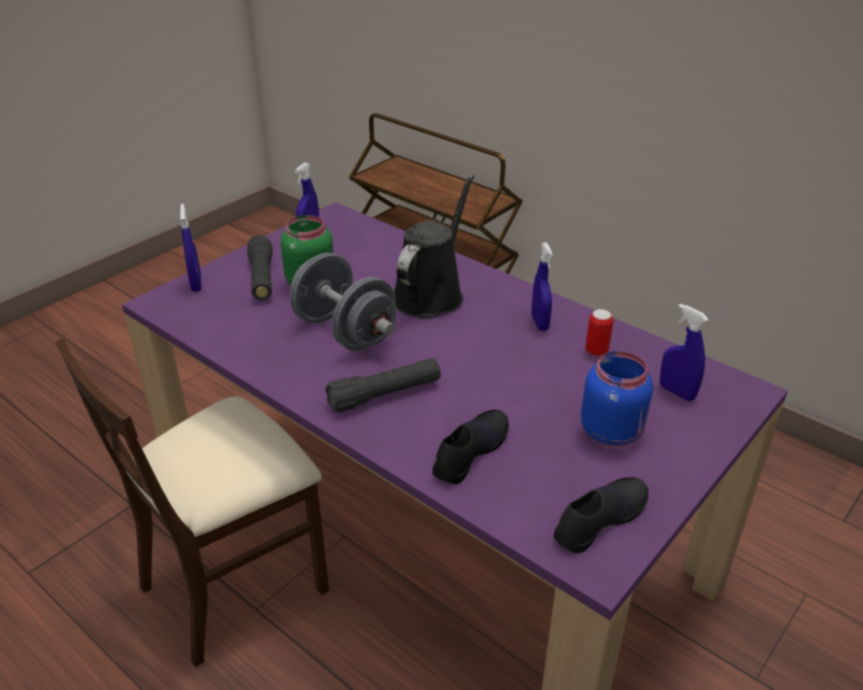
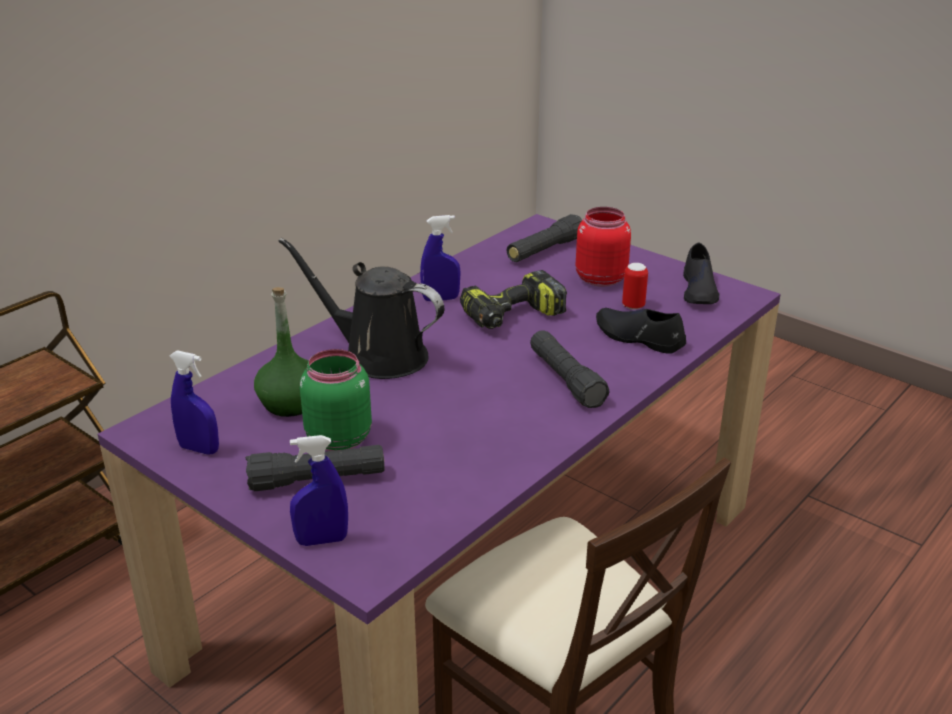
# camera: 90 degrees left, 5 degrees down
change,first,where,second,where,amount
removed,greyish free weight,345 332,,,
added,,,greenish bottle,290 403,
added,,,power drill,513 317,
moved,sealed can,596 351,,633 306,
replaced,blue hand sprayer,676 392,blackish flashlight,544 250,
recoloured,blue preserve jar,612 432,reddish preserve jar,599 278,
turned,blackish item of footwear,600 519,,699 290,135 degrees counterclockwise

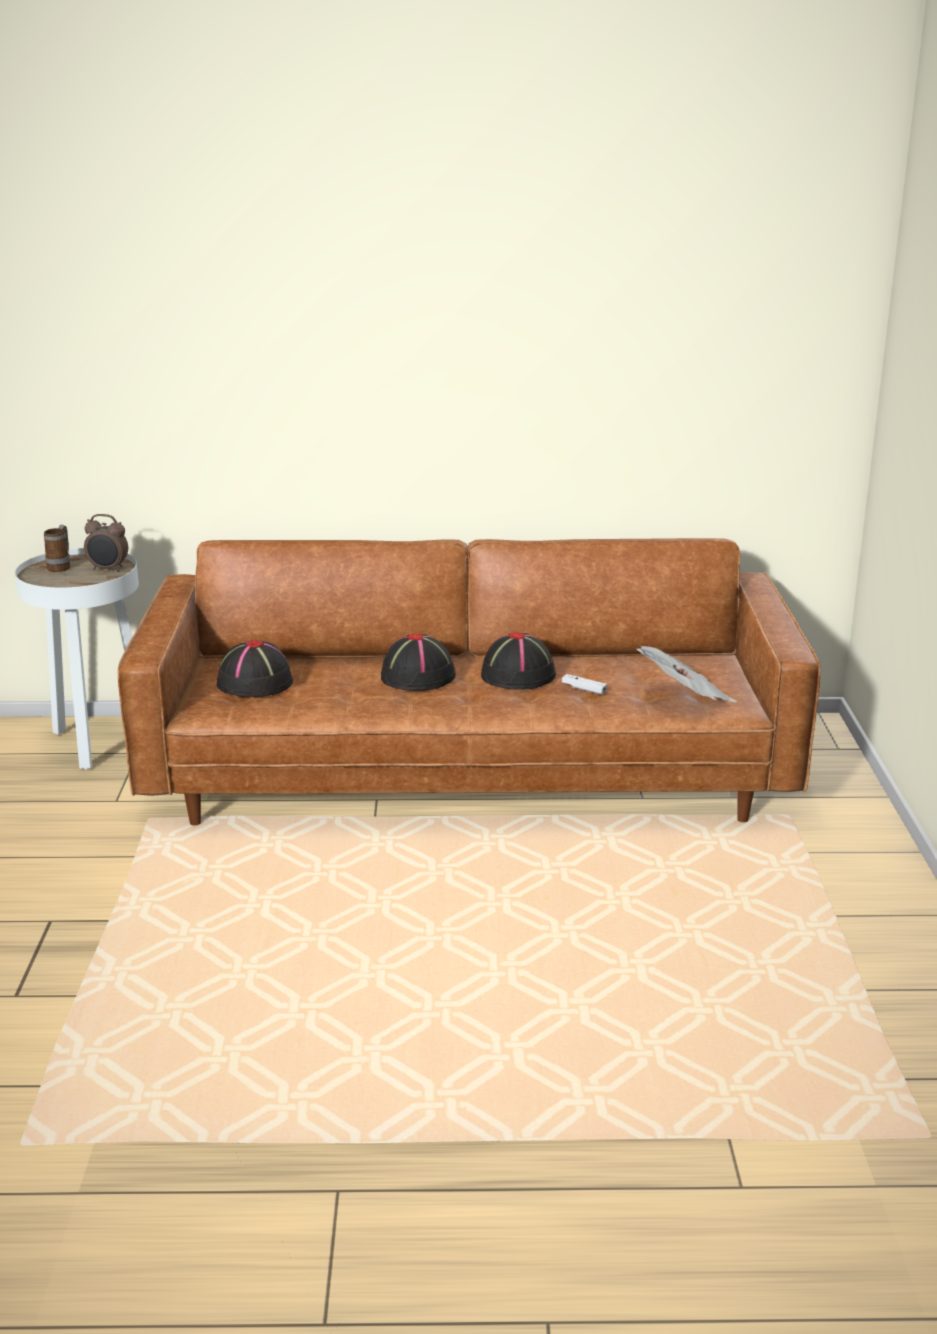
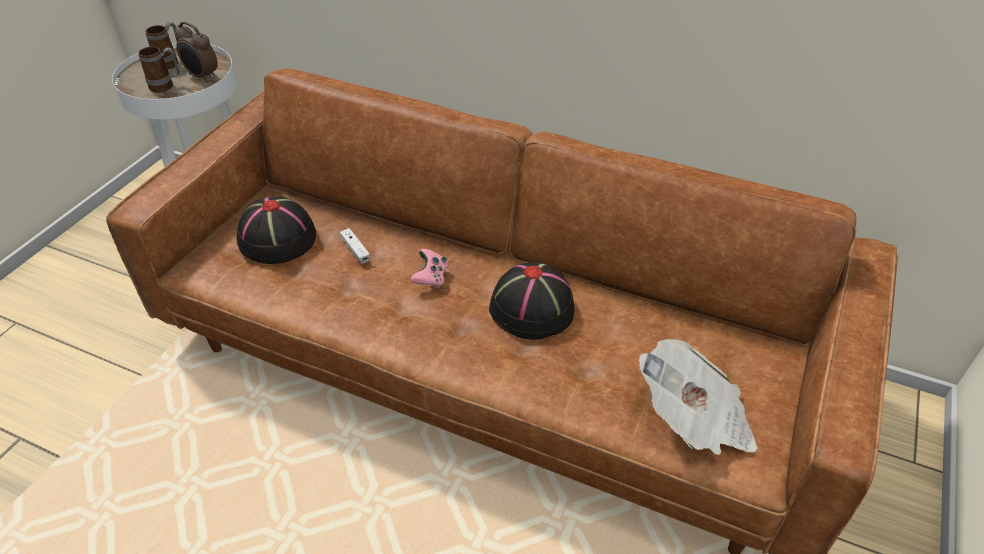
# camera: 25 degrees right, 20 degrees up
change,first,where,second,where,amount
added,,,tea mug,166 86,
moved,whitish joypad,584 689,,355 250,
replaced,blackish clothing hat,418 676,pinkish joypad,431 278,

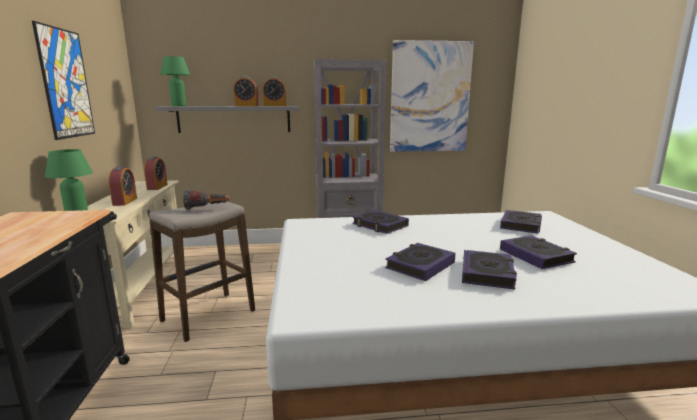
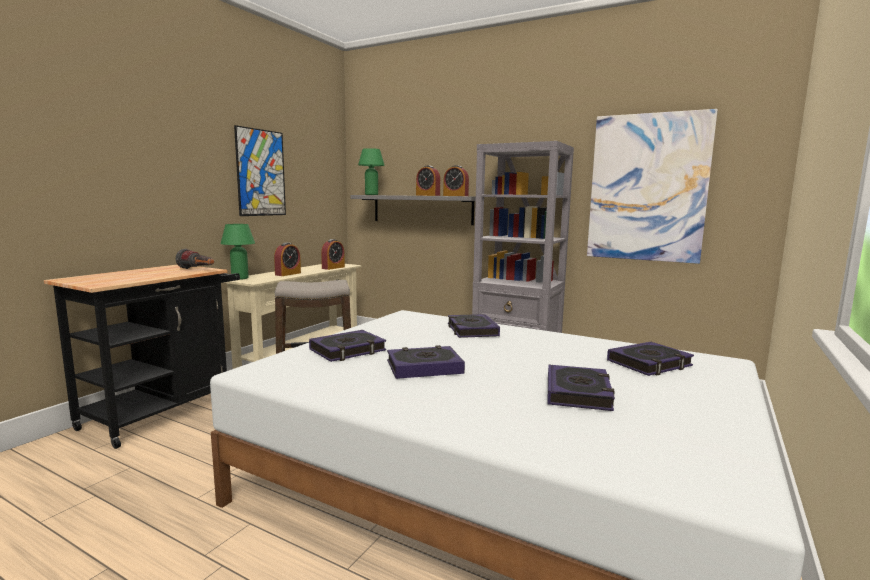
# camera: 35 degrees right, 5 degrees down
change,first,where,second,where,amount
moved,flashlight,207 208,,198 270,
moved,book,487 274,,348 350,

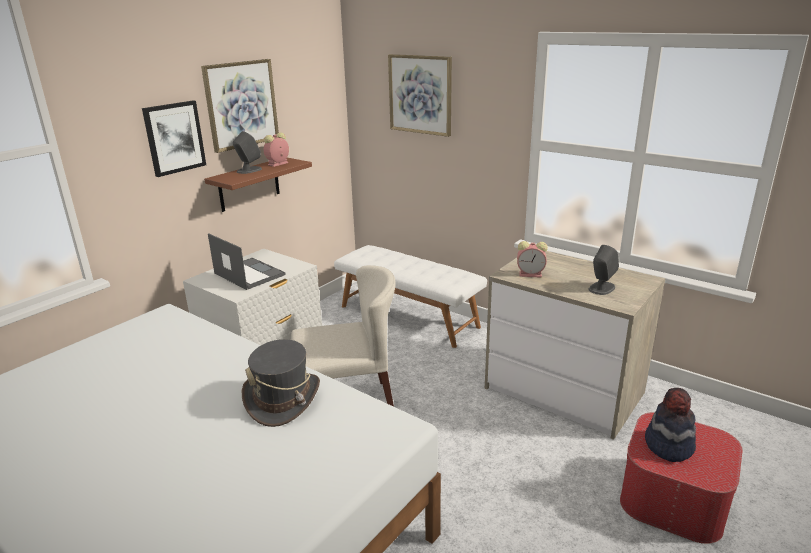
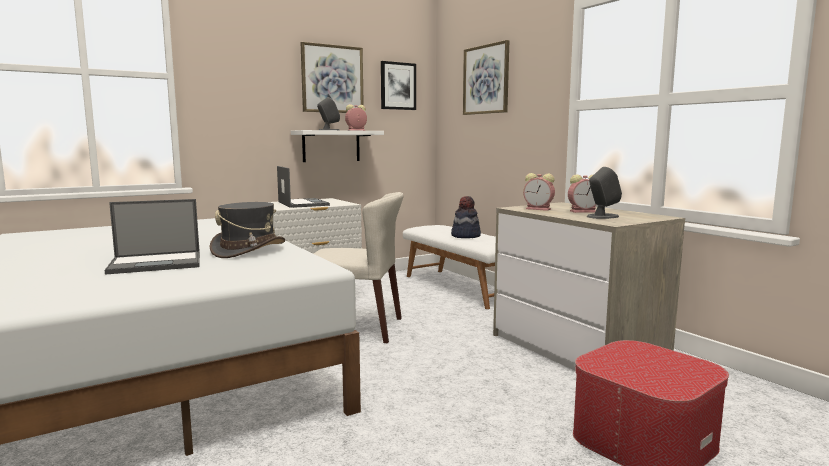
# camera: 20 degrees right, 15 degrees down
change,first,where,second,where,amount
added,,,portable computer,157 263,
added,,,table clock,584 211,
moved,picture,174 138,,398 86,
moved,clothing hat,668 445,,465 236,
recoloured,brownish bracket shelf,249 184,whitish bracket shelf,331 146,

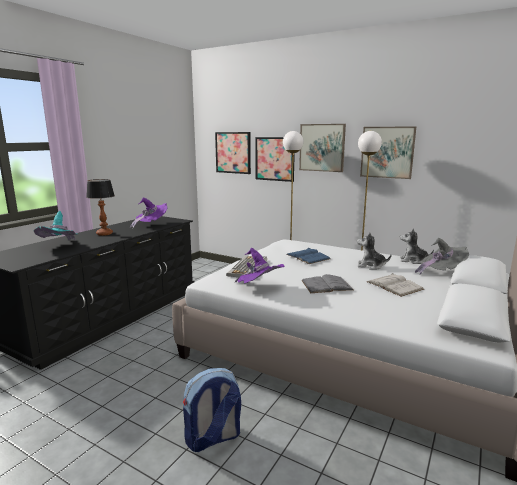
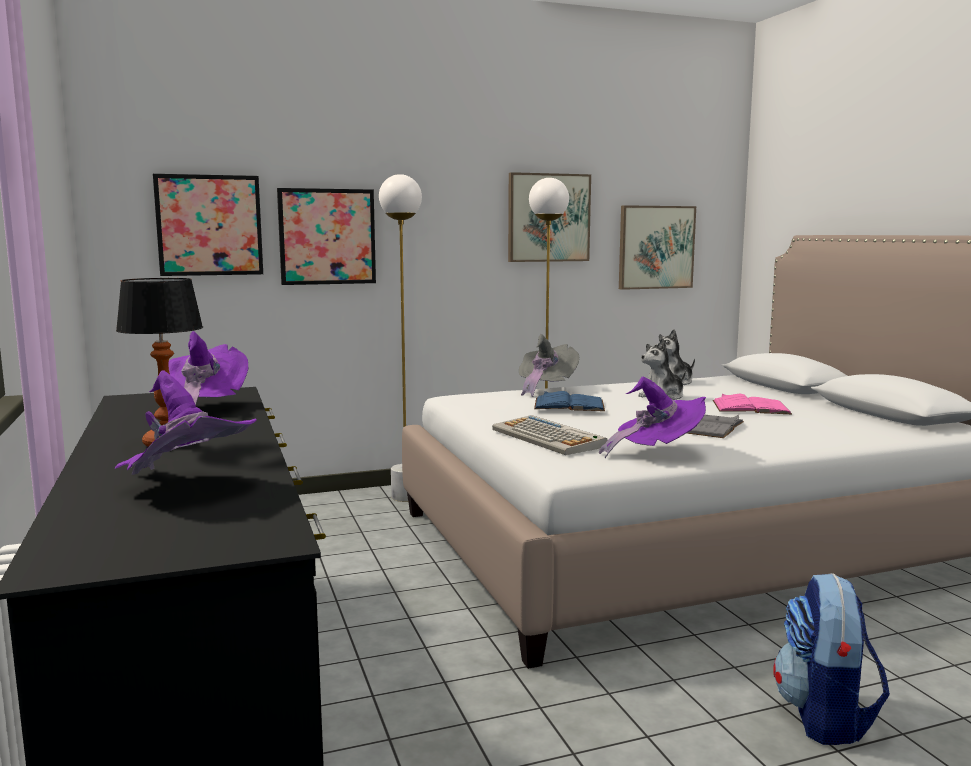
# camera: 50 degrees left, 5 degrees down
change,first,where,second,where,amount
moved,picture,322 147,,656 247,
moved,greyish clothing hat,441 272,,545 388,
recoloured,turquoise-coloured clothing hat,61 247,purple-coloured clothing hat,187 487,
recoloured,whitish book,394 285,pinkish book,750 407,

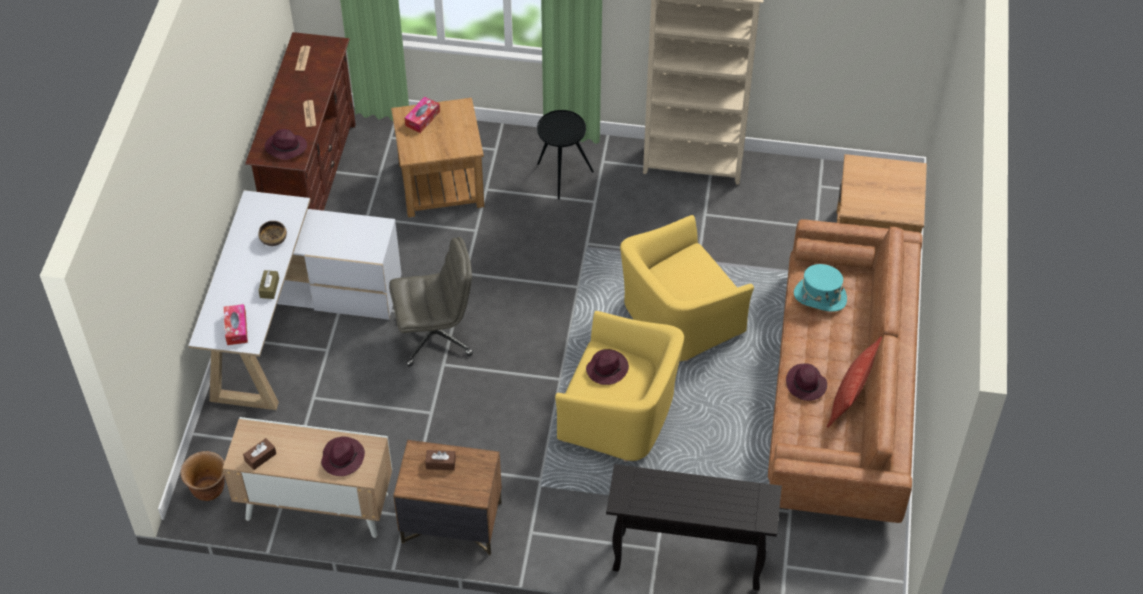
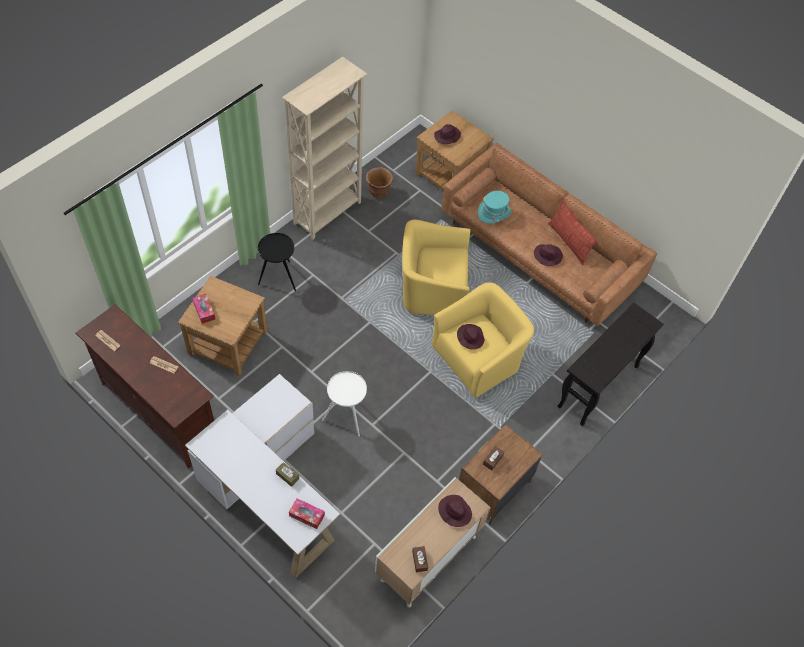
# camera: 60 degrees left, 5 degrees up
change,first,where,second,where,amount
removed,deep dish,274 239,,,
moved,brownish planter,208 489,,378 192,
moved,purple-coloured clothing hat,285 147,,447 137,
replaced,greyish desk chair,435 335,whitish end table,346 416,
turned,yellow-coloured armchair,679 318,,432 288,90 degrees clockwise

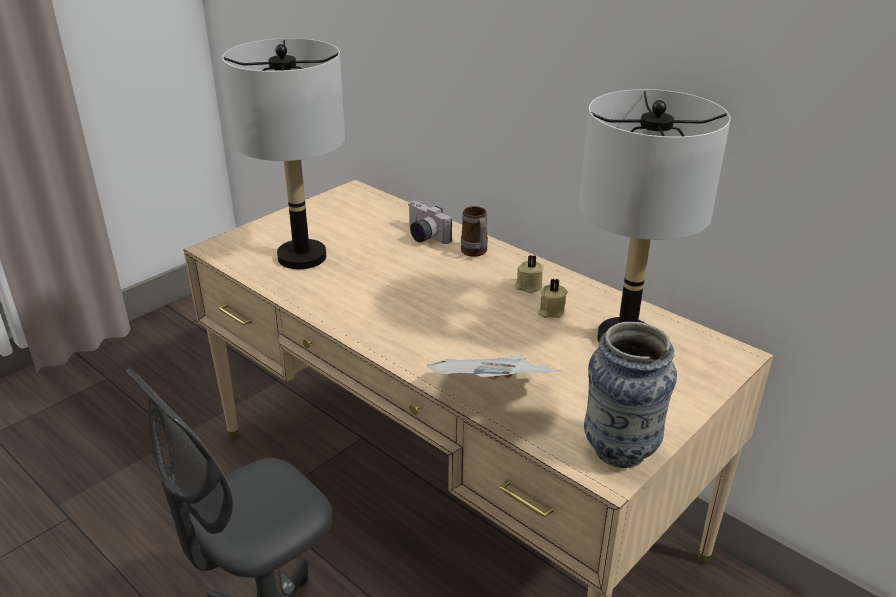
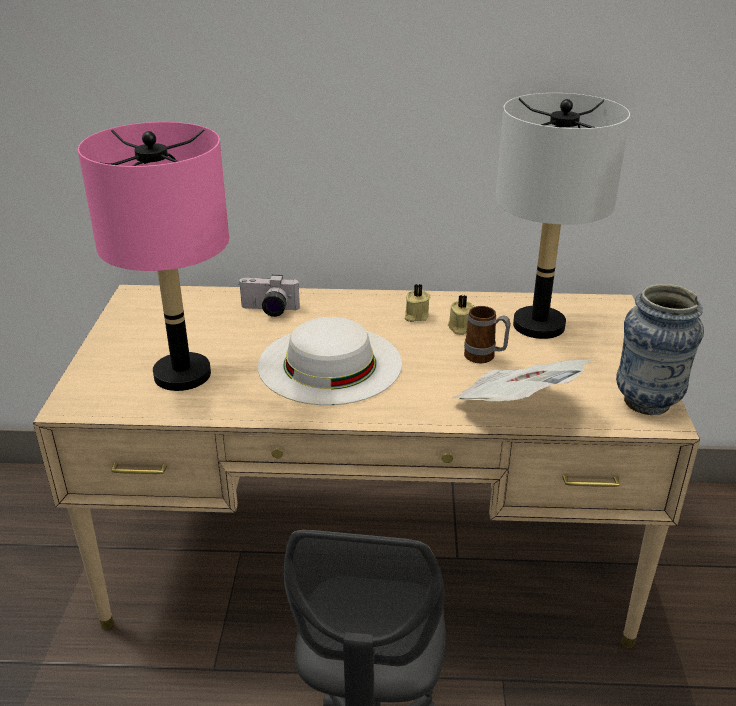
# camera: 40 degrees left, 0 degrees up
change,first,where,second,where,amount
added,,,whitish clothing hat,330 364,
moved,tea mug,475 253,,485 358,
recoloured,greyish tabletop lamp,302 258,pinkish tabletop lamp,183 375,

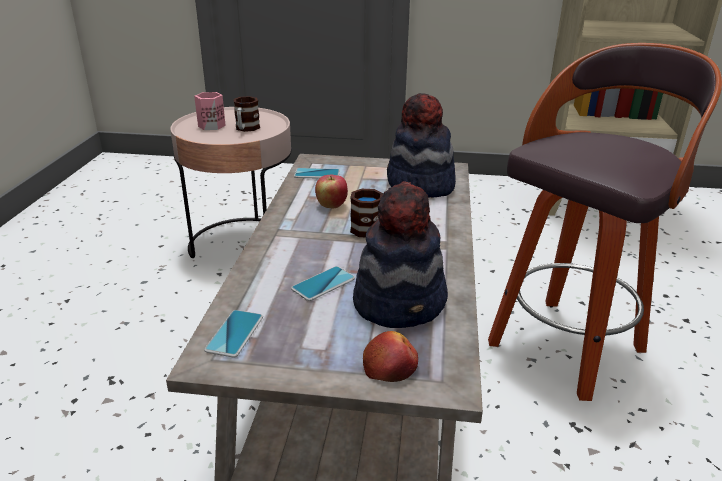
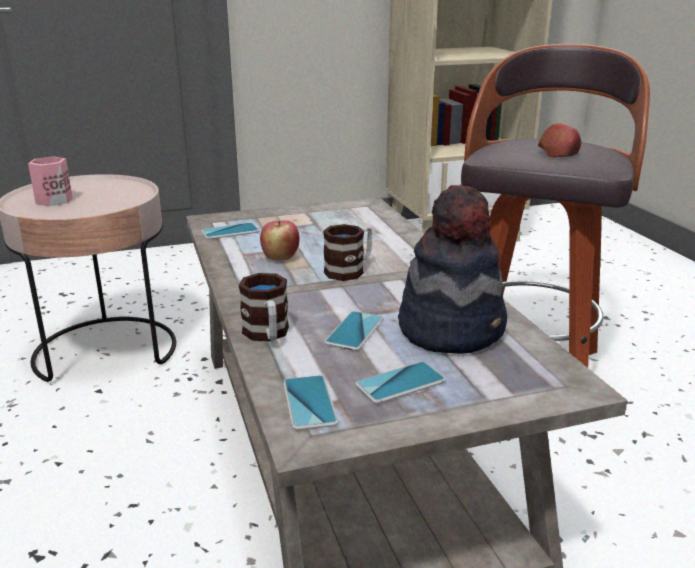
# camera: 25 degrees left, 5 degrees down
change,first,where,second,where,amount
removed,clothing hat,420 185,,,
added,,,handset,400 383,
moved,tea mug,246 129,,267 335,
moved,apple,390 366,,558 153,

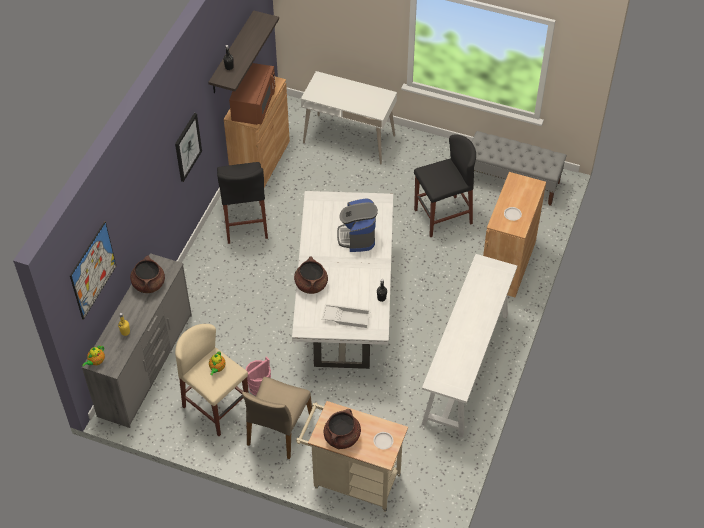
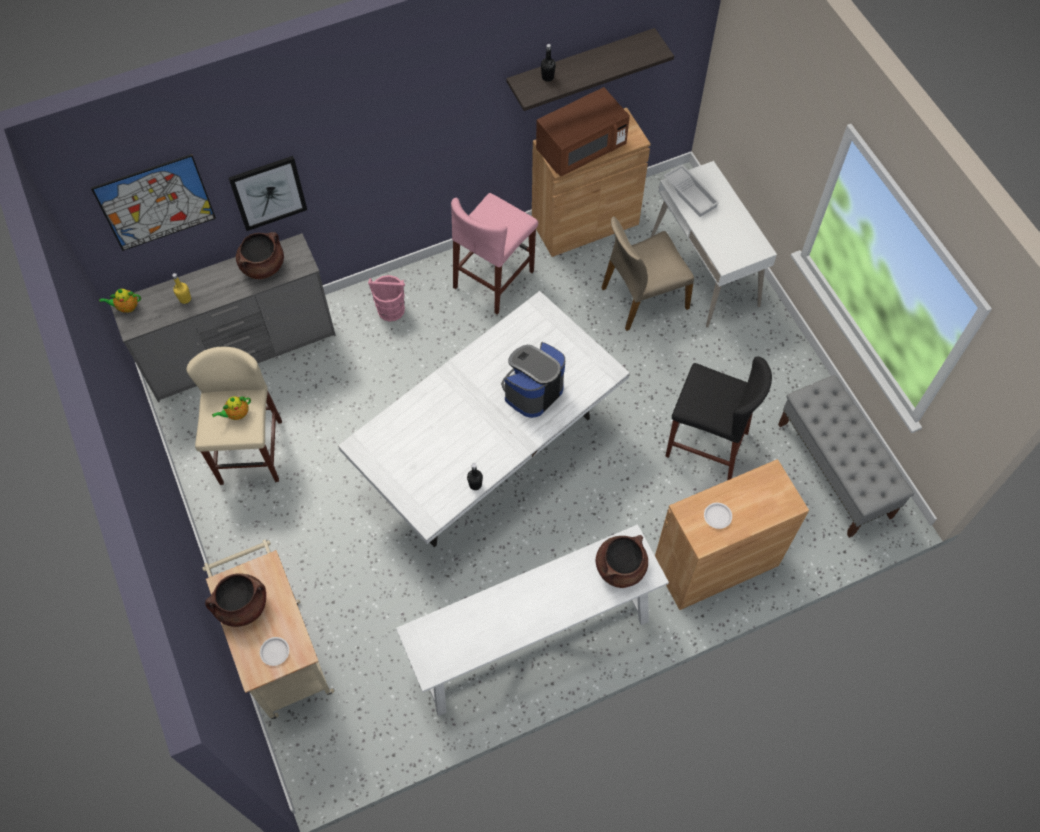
# camera: 45 degrees right, 10 degrees up
change,first,where,second,where,amount
moved,picture,187 147,,268 192,
moved,beige plain chair,278 429,,643 297,
moved,pinkish bucket,259 387,,390 310,
moved,brownish saucepot,311 284,,620 567,
moved,whitish tray,346 317,,691 193,
recoloured,blackish stool,245 223,pinkish stool,494 279,

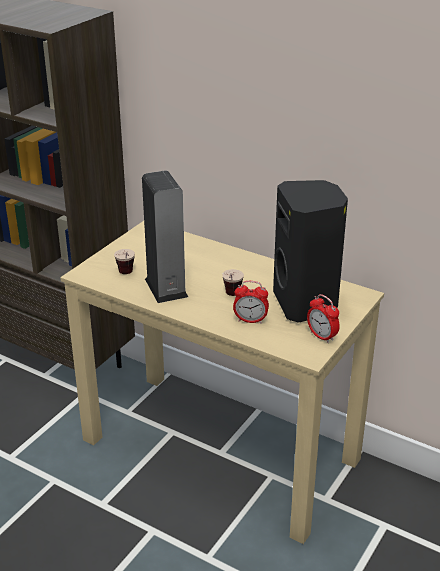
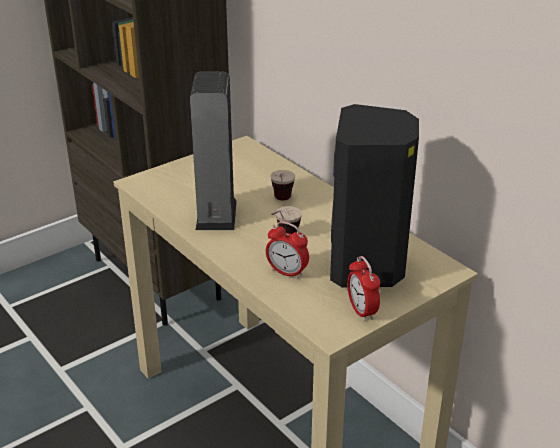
# camera: 20 degrees right, 0 degrees up
change,first,where,second,where,amount
moved,drinking cup,127 275,,282 202,

